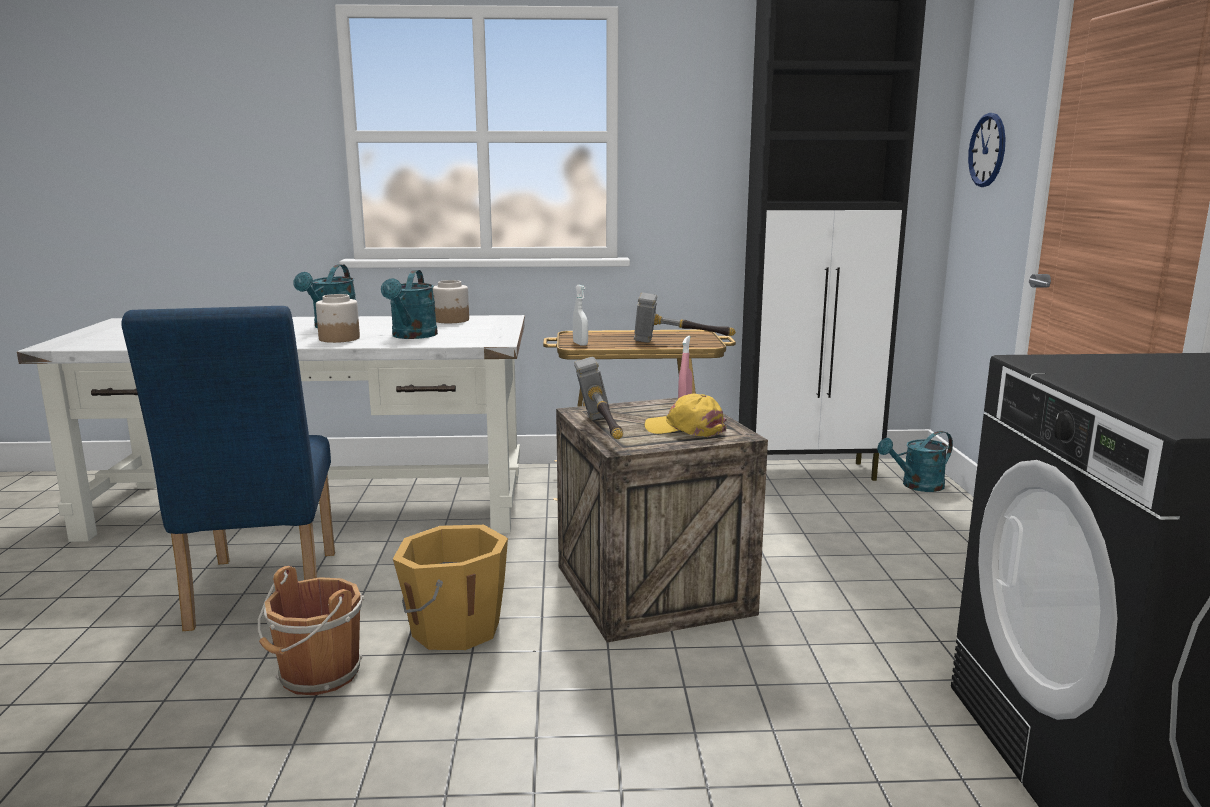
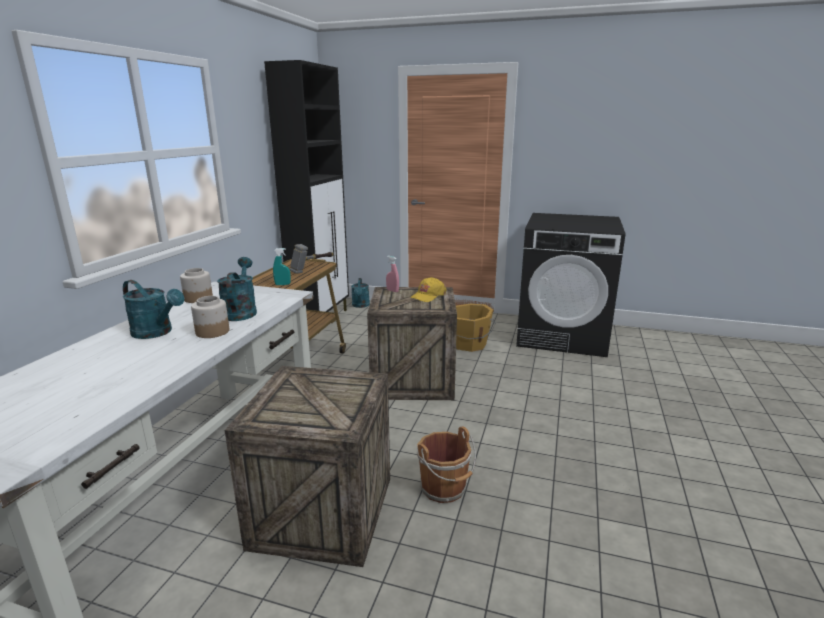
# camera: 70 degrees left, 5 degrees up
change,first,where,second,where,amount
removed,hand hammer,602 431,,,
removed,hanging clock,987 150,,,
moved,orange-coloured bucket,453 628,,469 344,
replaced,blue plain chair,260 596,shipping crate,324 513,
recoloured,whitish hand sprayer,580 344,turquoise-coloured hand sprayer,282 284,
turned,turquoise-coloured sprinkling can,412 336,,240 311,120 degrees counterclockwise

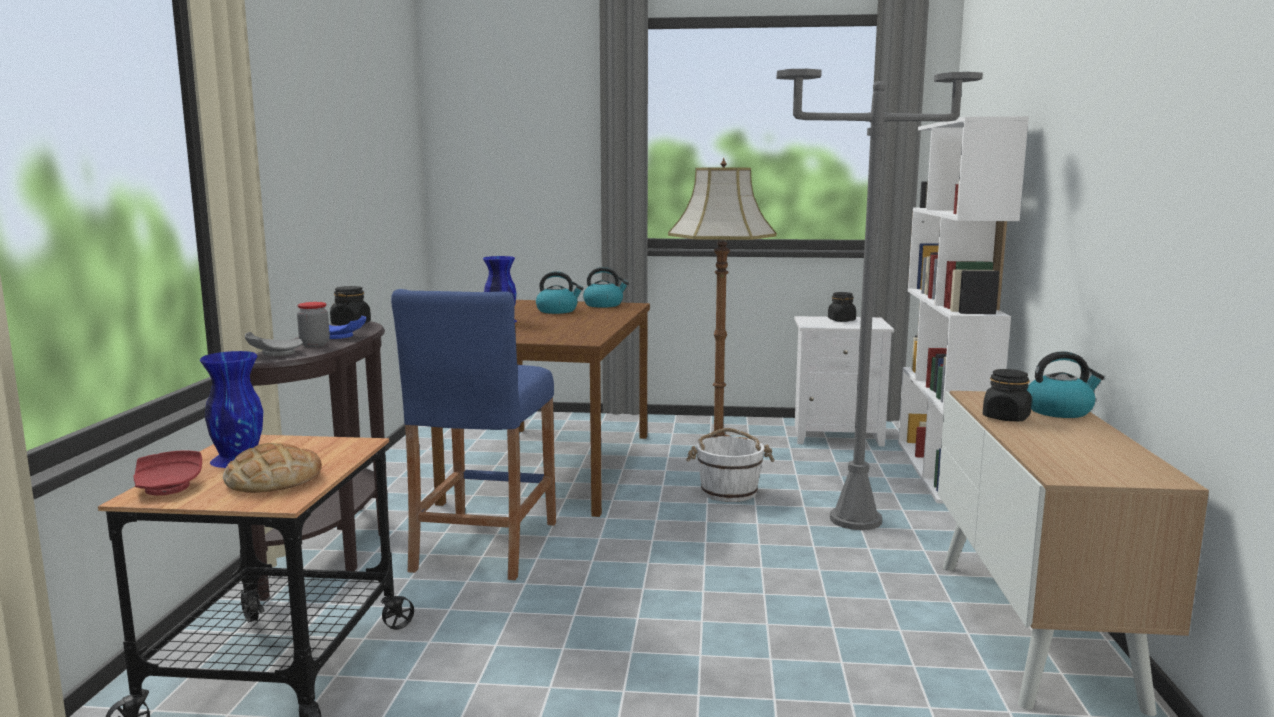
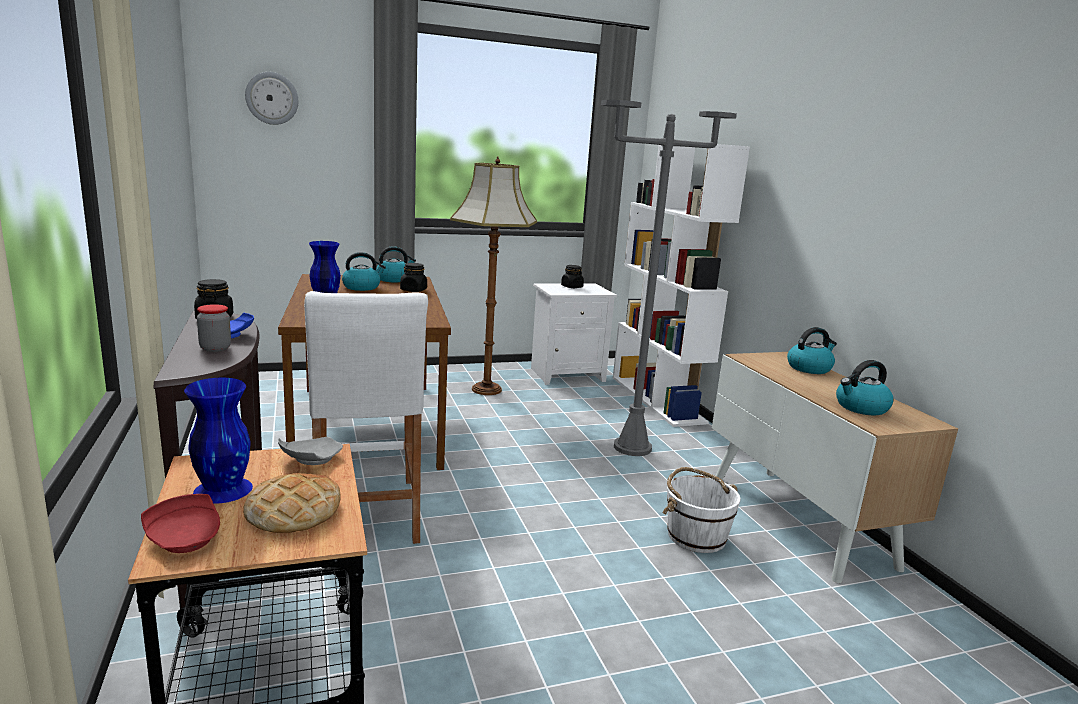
# camera: 25 degrees left, 5 degrees up
change,first,where,second,where,amount
added,,,hanging clock,272 98,
added,,,water kettle,861 408,
moved,greyish plate,274 353,,310 460,
moved,whitish bucket,729 491,,695 536,
moved,blackish preserve jar,1006 418,,413 290,
recoloured,blue stool,484 546,whitish stool,366 512,

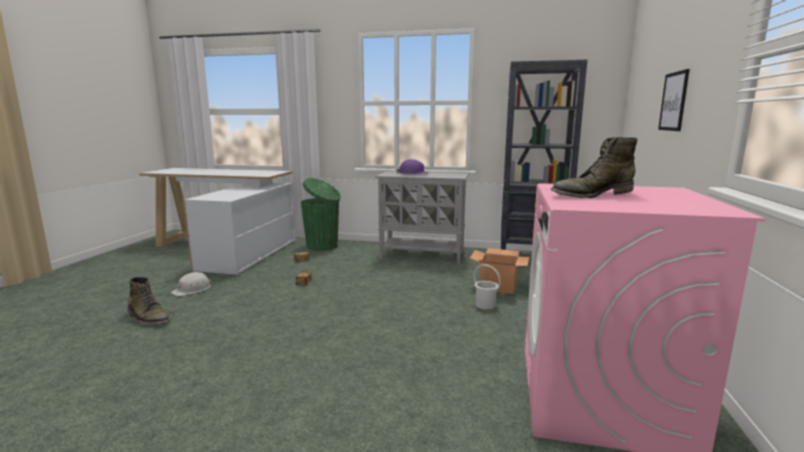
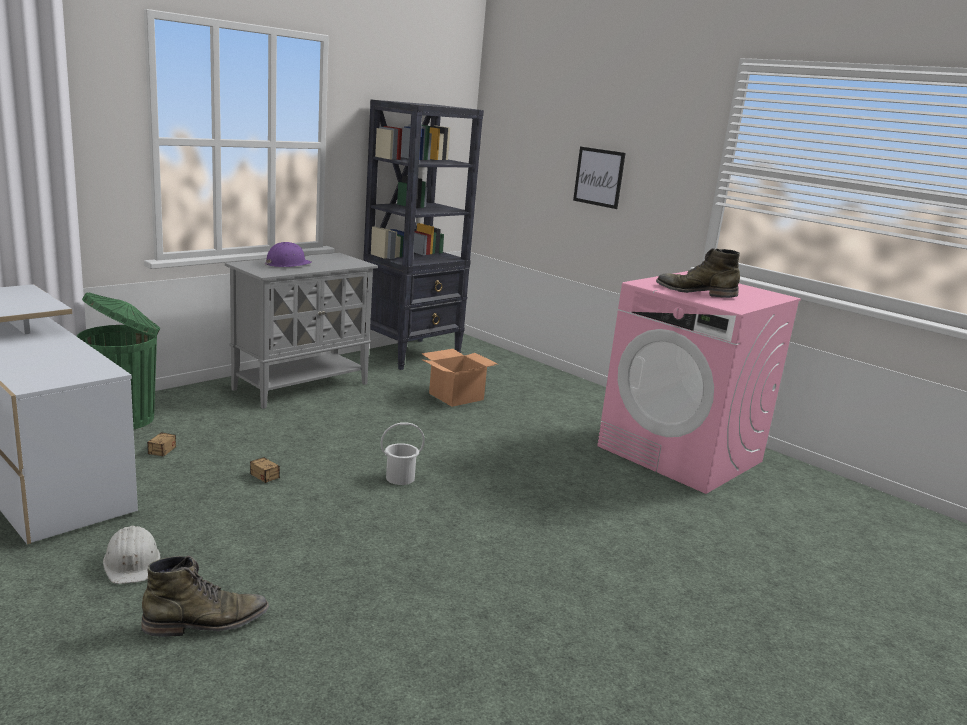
# camera: 60 degrees left, 5 degrees up
change,first,where,second,where,amount
moved,whitish bucket,485 305,,400 478,
turned,greenish high-top boot,591 194,,695 292,105 degrees clockwise

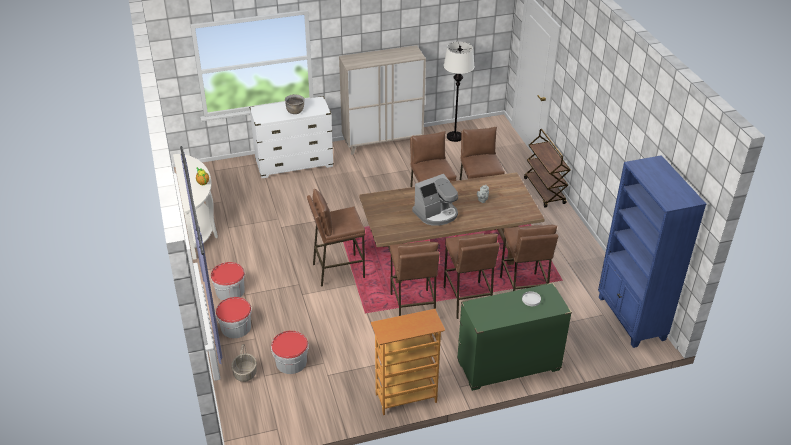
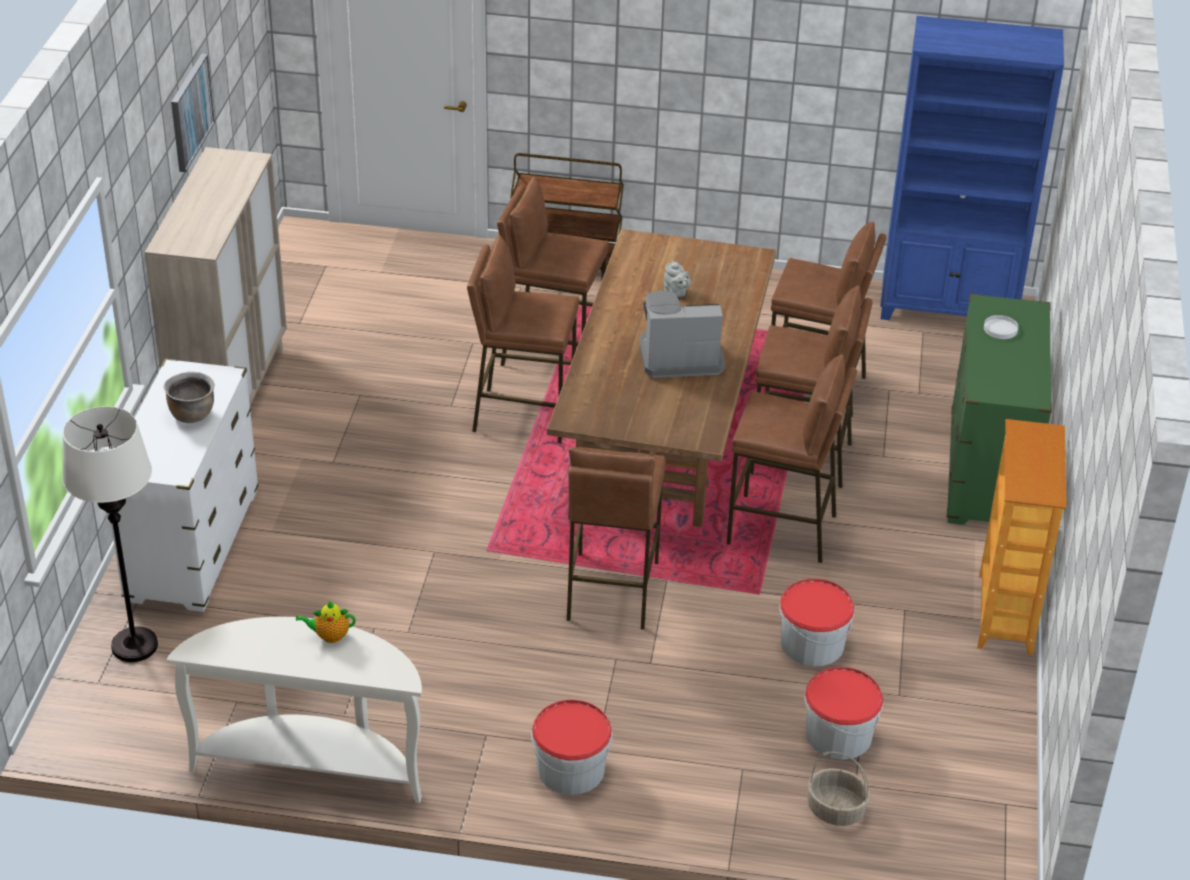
# camera: 65 degrees left, 0 degrees up
change,first,where,second,where,amount
added,,,picture,190 112,
moved,bucket,236 327,,812 643,
moved,whitish standard lamp,454 137,,134 646,
turned,coffee maker,436 214,,679 356,90 degrees counterclockwise

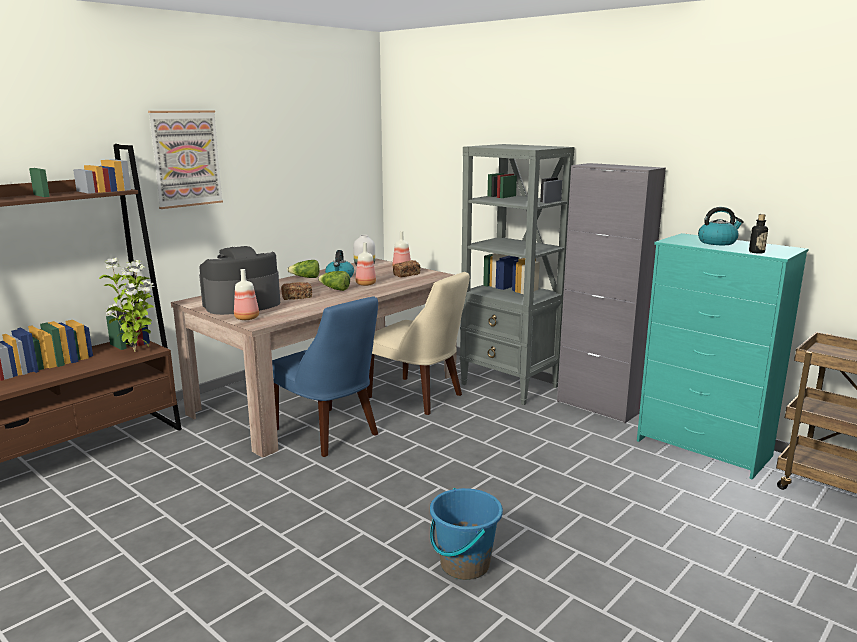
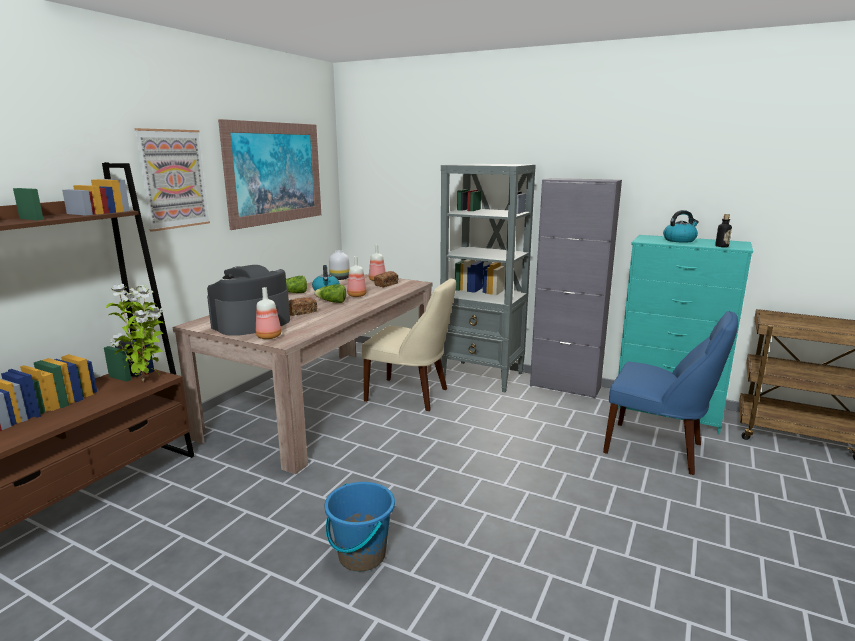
# camera: 15 degrees left, 0 degrees up
change,first,where,second,where,amount
added,,,picture,275 173,
moved,blue plain chair,329 433,,658 449,
moved,blue bucket,464 565,,361 555,

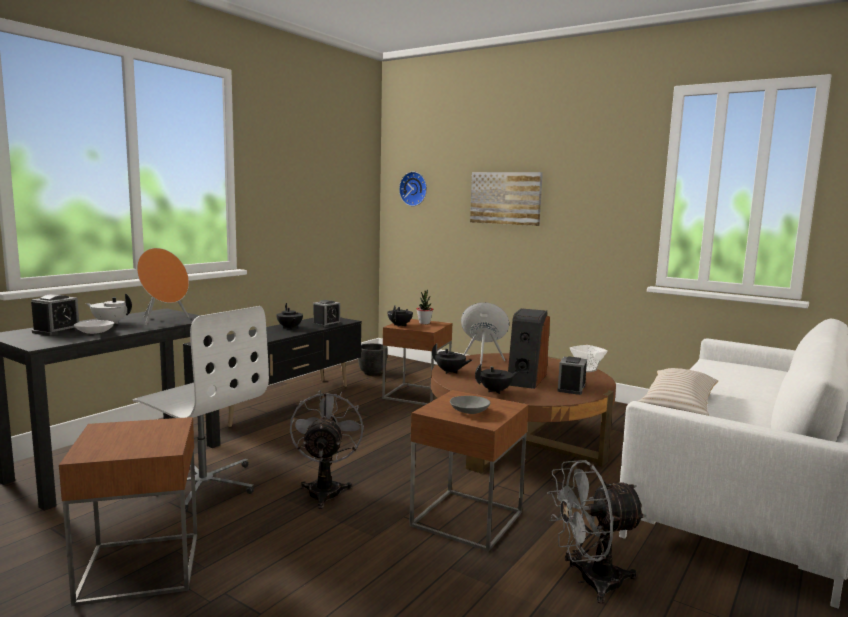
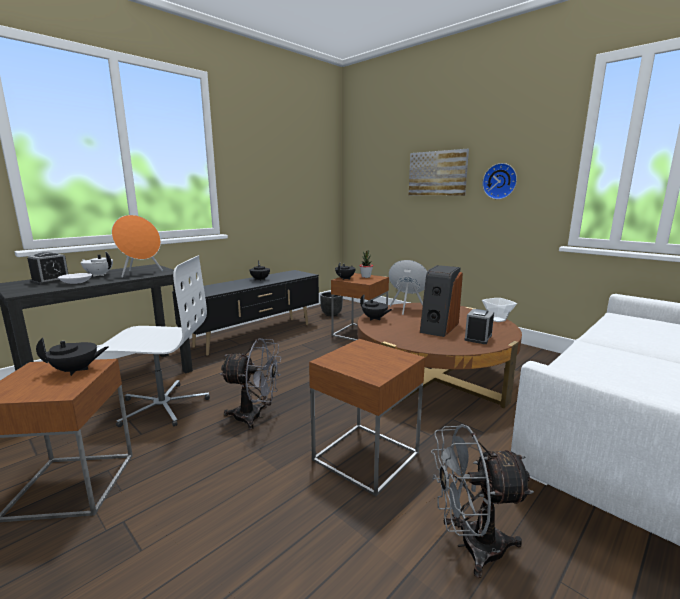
# camera: 10 degrees right, 5 degrees up
change,first,where,second,where,amount
removed,table clock,326 324,,,
removed,greyish deep dish,469 411,,,
removed,beige throw pillow,678 406,,,
moved,hanging clock,414 189,,500 181,
moved,blackish pot for tea,496 391,,76 370,
turned,whitish desk chair,203 484,,162 406,45 degrees counterclockwise
turned,greyish cooling fan,325 489,,255 417,90 degrees clockwise

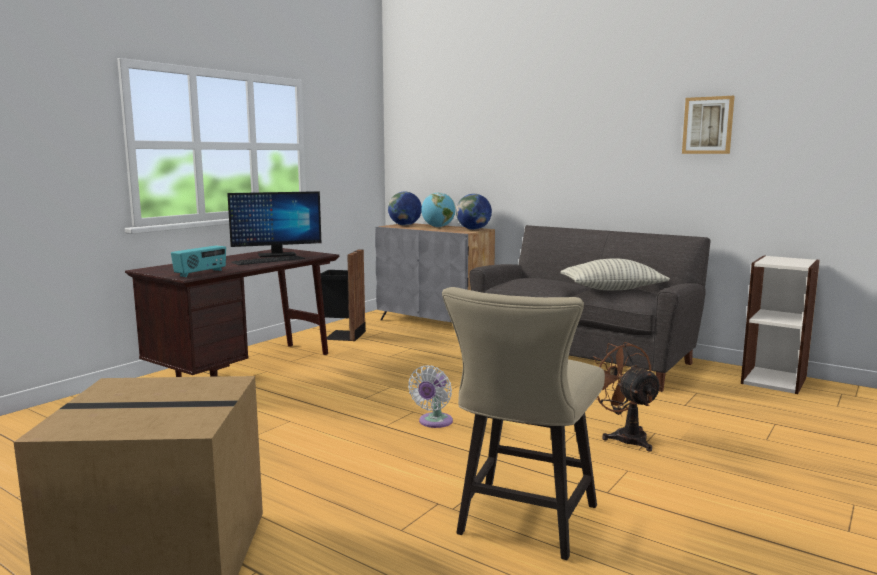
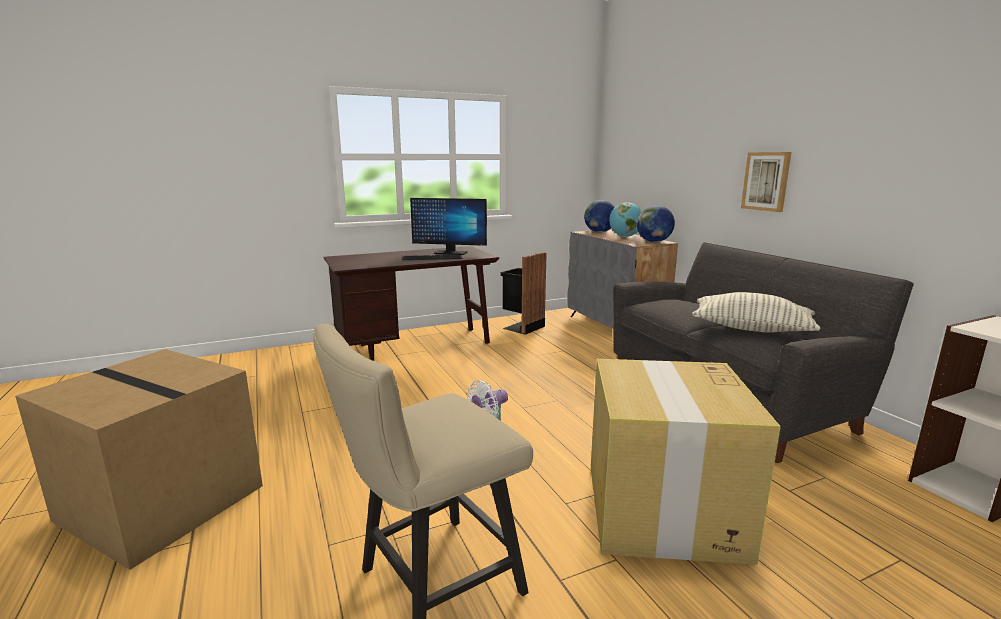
# camera: 30 degrees right, 5 degrees up
change,first,where,second,where,amount
removed,radio set,201 273,,,
moved,picture,708 125,,766 181,
replaced,brownish cooling fan,624 436,packing box,663 511,

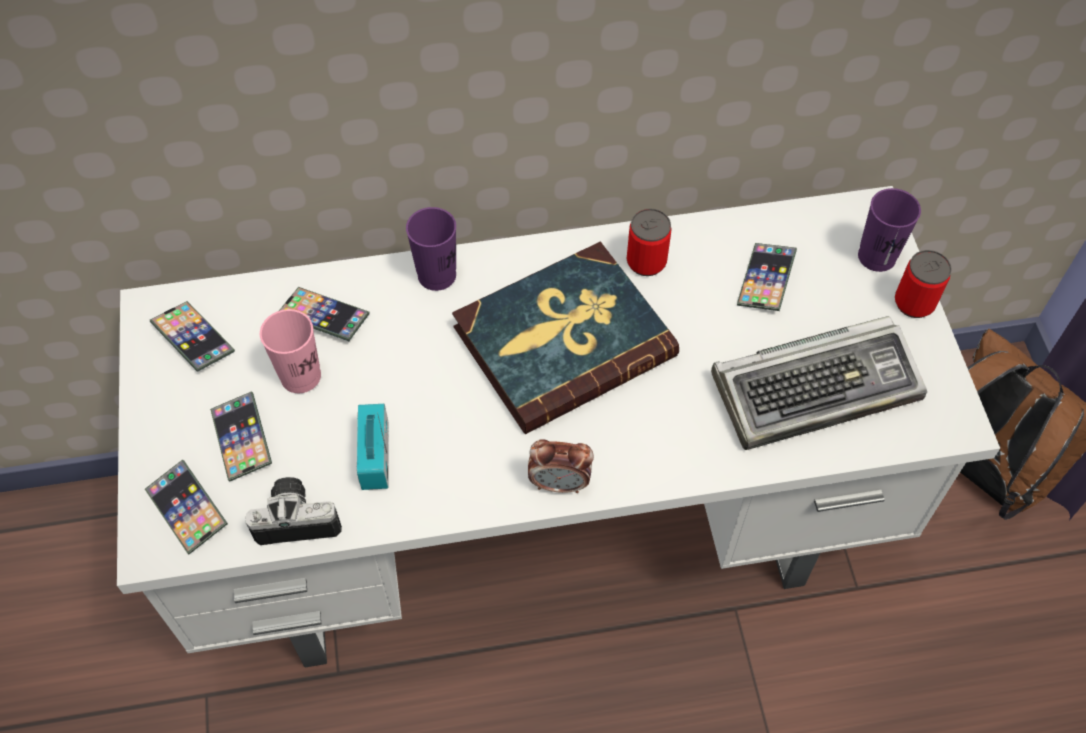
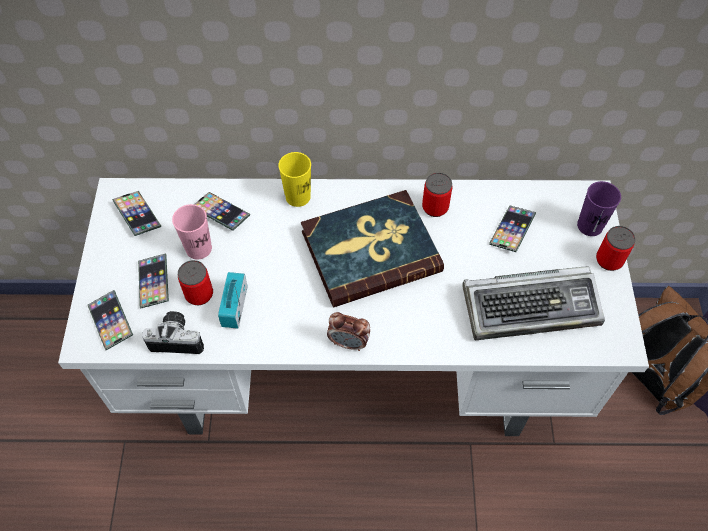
# camera: 10 degrees right, 0 degrees up
change,first,where,second,where,amount
added,,,sealed can,199 294,
recoloured,purple-coloured drinking cup,437 275,yellow-coloured drinking cup,298 197,

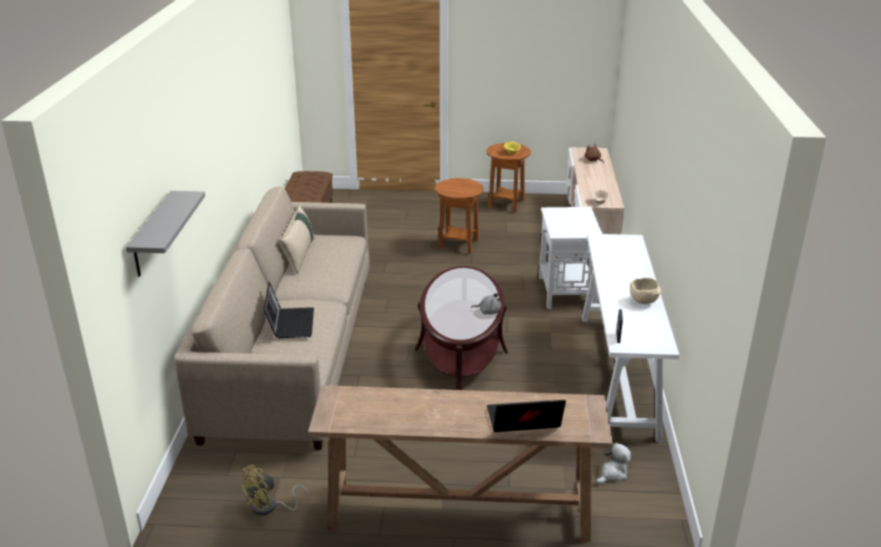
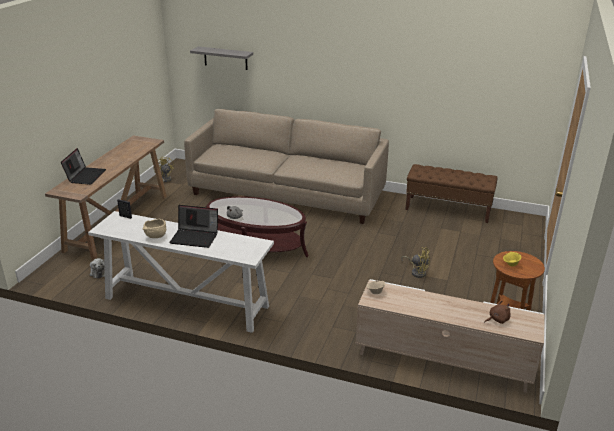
# camera: 105 degrees right, 0 degrees up
change,first,where,second,where,amount
removed,beige throw pillow,299 255,,,
removed,whitish end table,566 291,,,
moved,portable computer,290 323,,195 237,
replaced,brownish end table,458 245,yellow-coloured cooling fan,417 272,

